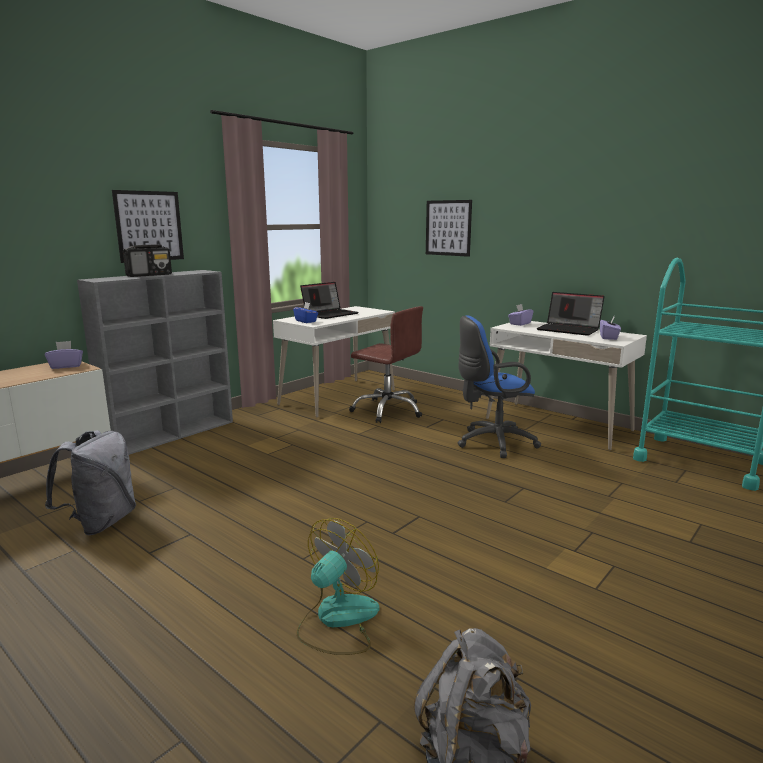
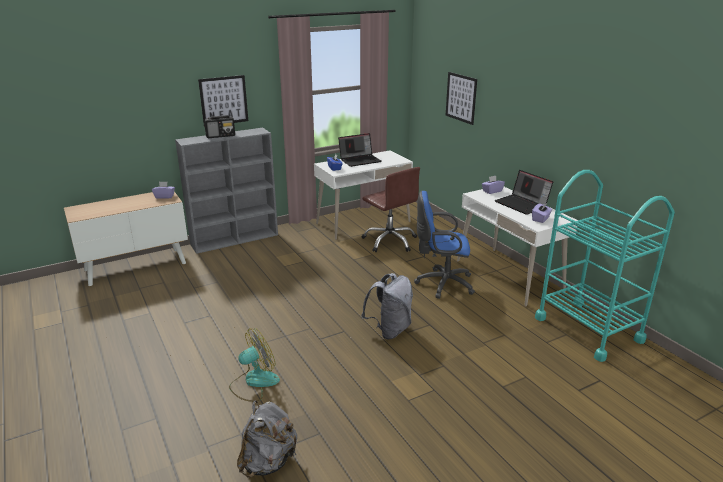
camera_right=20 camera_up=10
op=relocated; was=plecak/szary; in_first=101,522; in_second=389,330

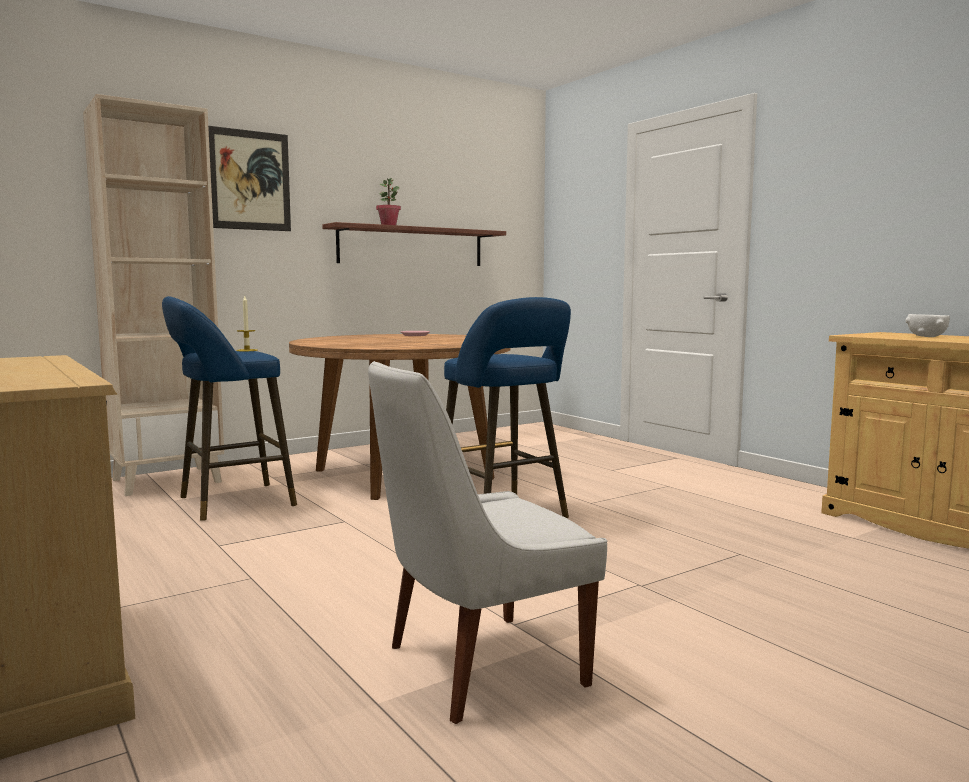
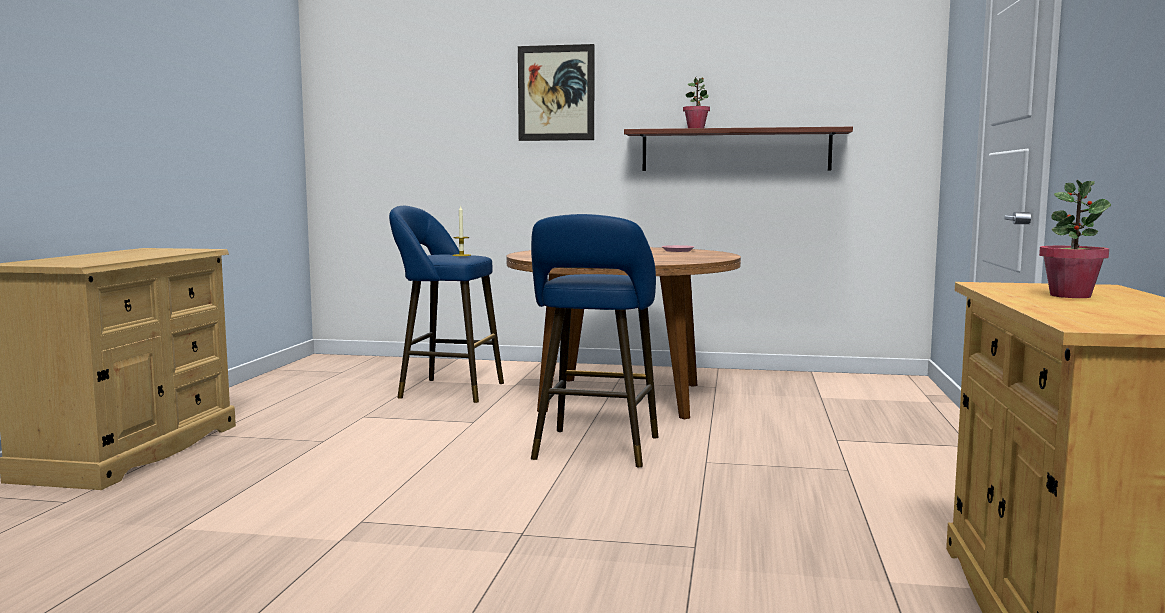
camera_right=45 camera_up=0
op=missing; was=regał/beżowy; in_first=167,480
op=missing; was=krzesło/biały; in_first=477,667
op=exchanged; was=miska/biały; now=roślina doniczkowa; in_first=926,337; in_second=1070,296

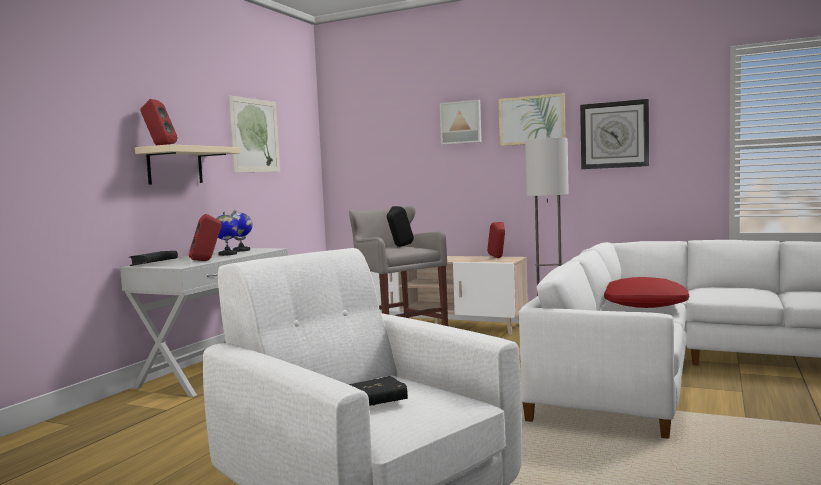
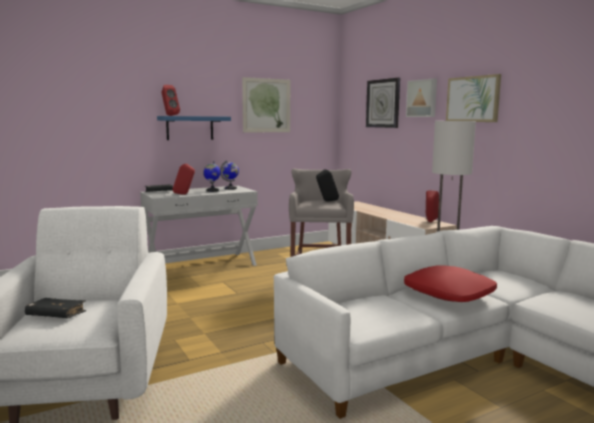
camera_right=35 camera_up=5
op=colour; was=półka/beżowy; now=półka/niebieski; in_first=175,166; in_second=190,128
op=relocated; was=zegar ścienny; in_first=614,135; in_second=383,103

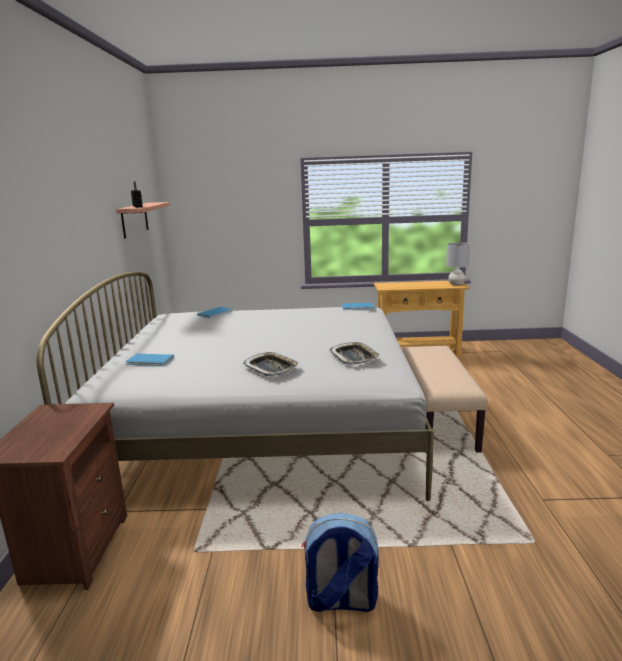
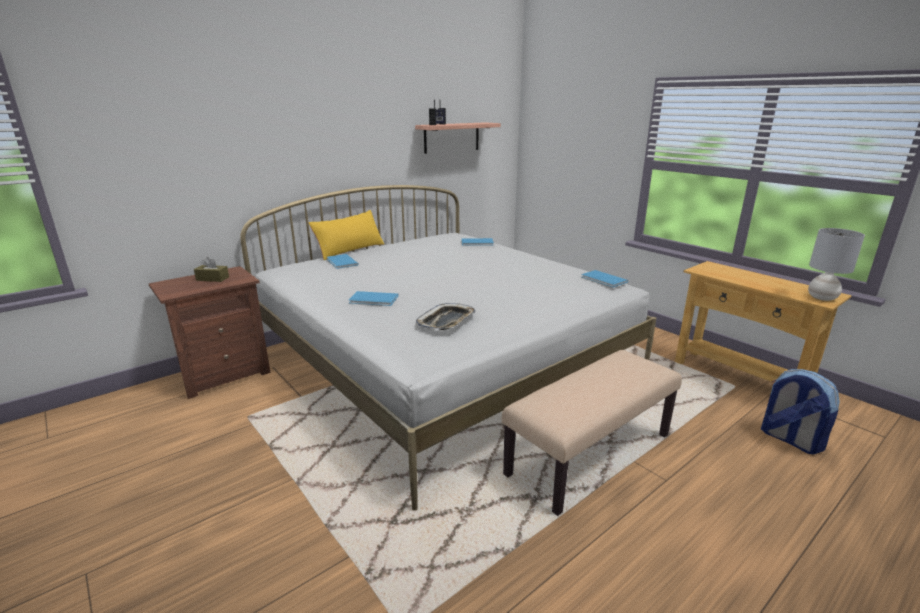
camera_right=50 camera_up=5
op=exchanged; was=taca; now=książka/niebieski; in_first=271,368; in_second=374,300
op=relocated; was=plecak; in_first=341,601; in_second=789,439
op=appeared; now=pudełko chusteczek/brązowy; in_second=212,279
op=appeared; now=poduszka/żółty; in_second=350,250

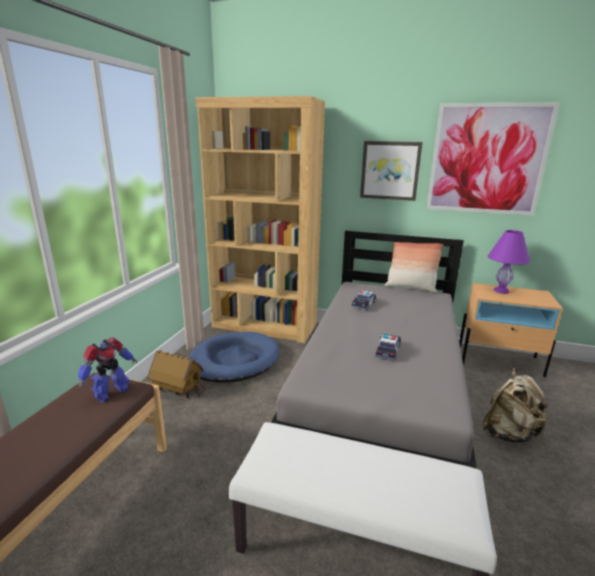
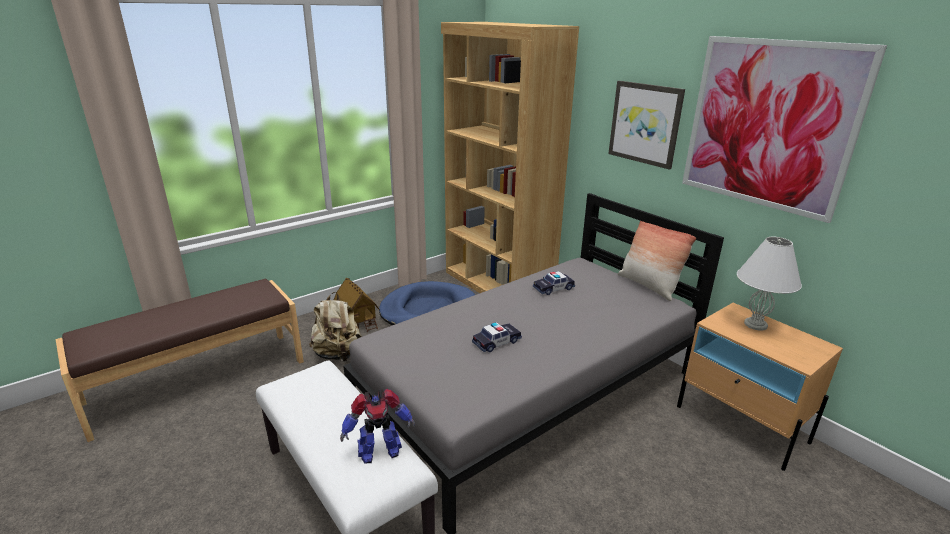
camera_right=35 camera_up=5
op=relocated; was=robot zabawkowy; in_first=110,393; in_second=379,451
op=relocated; was=plecak/beżowy; in_first=508,433; in_second=338,354
op=colour; was=lampa stołowa/fioletowy; now=lampa stołowa/biały; in_first=501,291; in_second=756,324

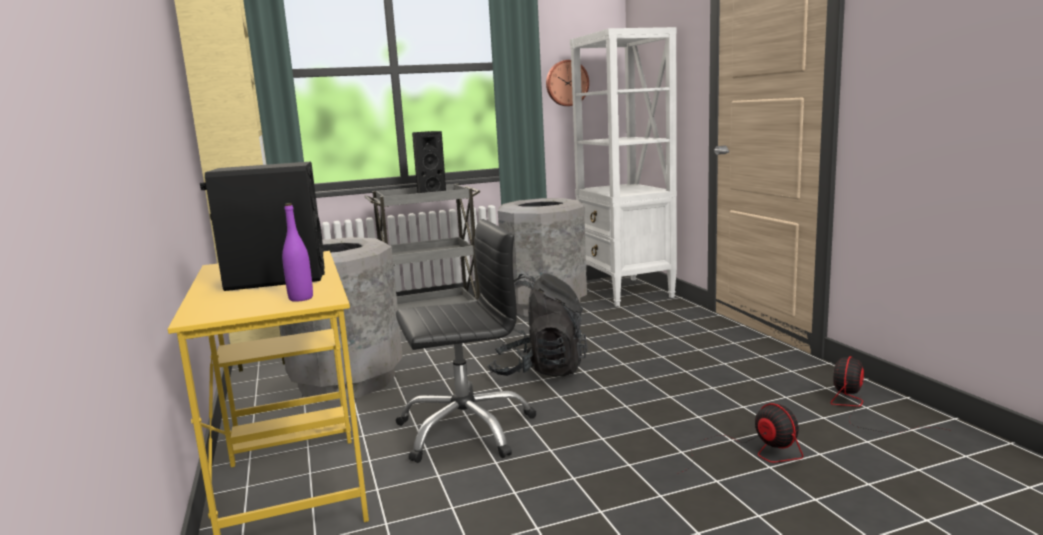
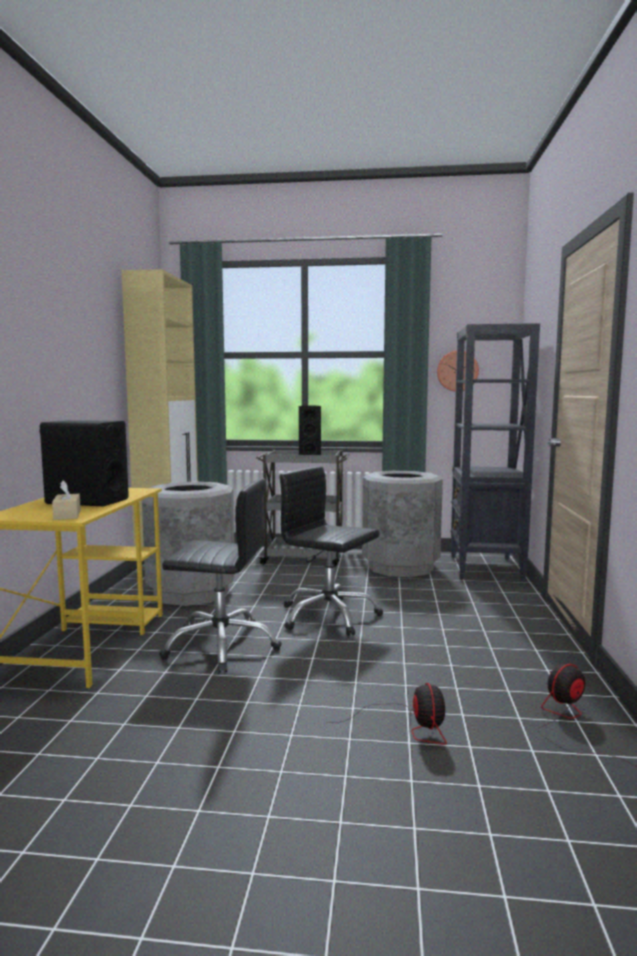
camera_right=25 camera_up=-5
op=exchanged; was=butelka/fioletowy; now=pudełko chusteczek/beżowy; in_first=301,298; in_second=67,515
op=exchanged; was=plecak/czarny; now=krzesło biurowe/czarny; in_first=539,370; in_second=328,616
op=colour; was=regał/biały; now=regał/czarny; in_first=626,292; in_second=485,568

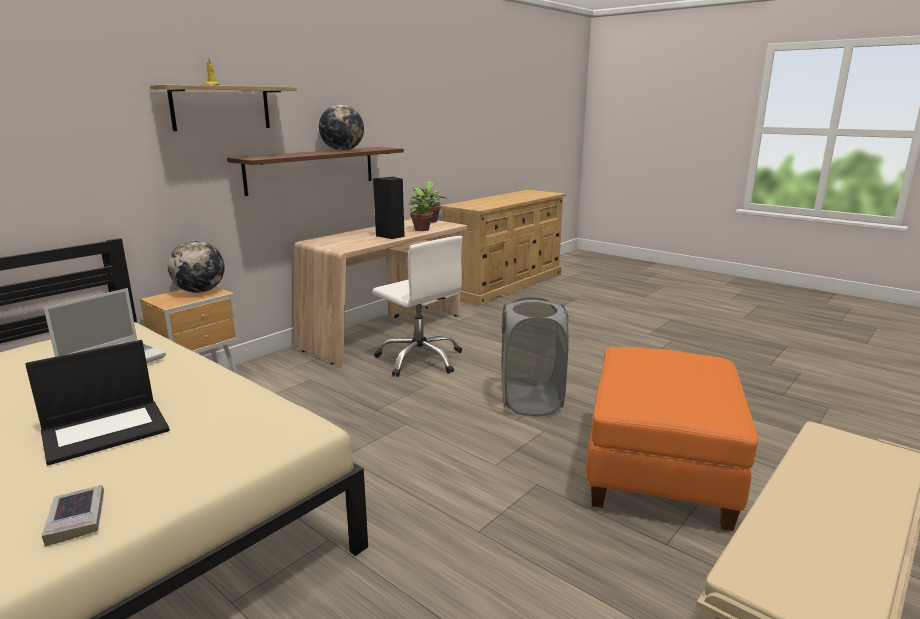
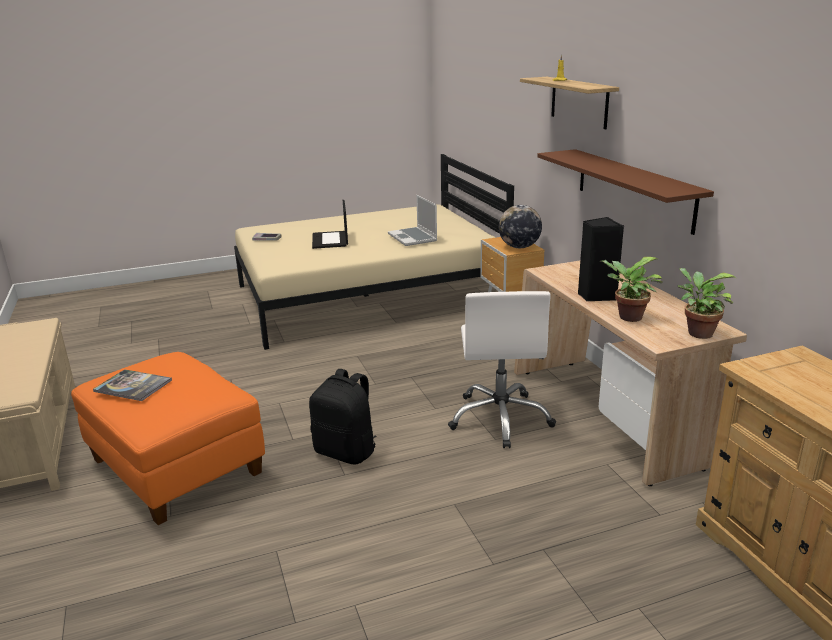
camera_right=120 camera_up=5
op=missing; was=globus; in_first=342,150
op=spun; was=krzesło biurowe/biały; in_first=420,359; in_second=500,418; clockwise=-75
op=exchanged; was=kosz na pranie/szary; now=plecak/czarny; in_first=530,401; in_second=346,452
op=appeared; now=książka; in_second=133,386

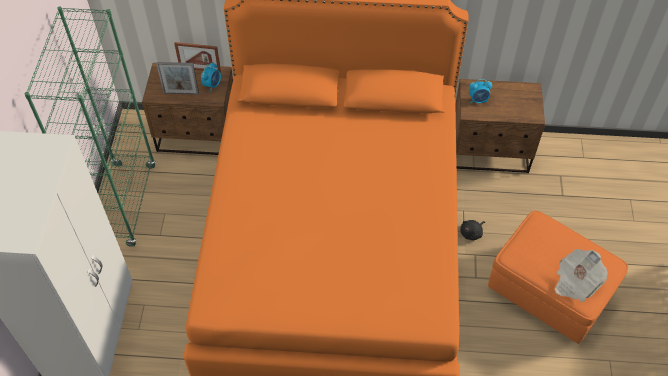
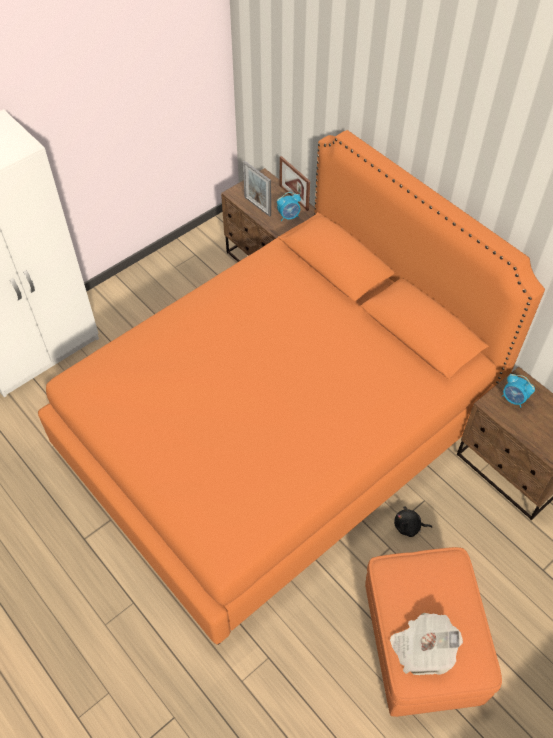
camera_right=45 camera_up=0
op=missing; was=regał/zielony; in_first=124,204

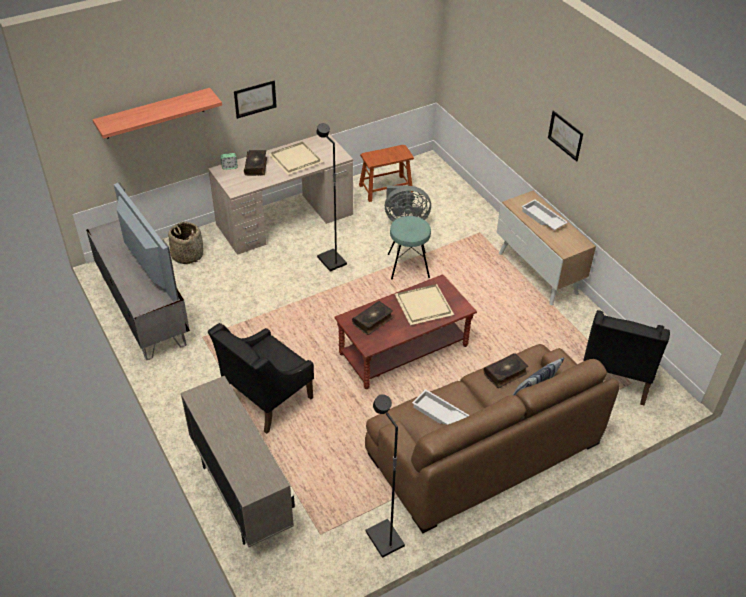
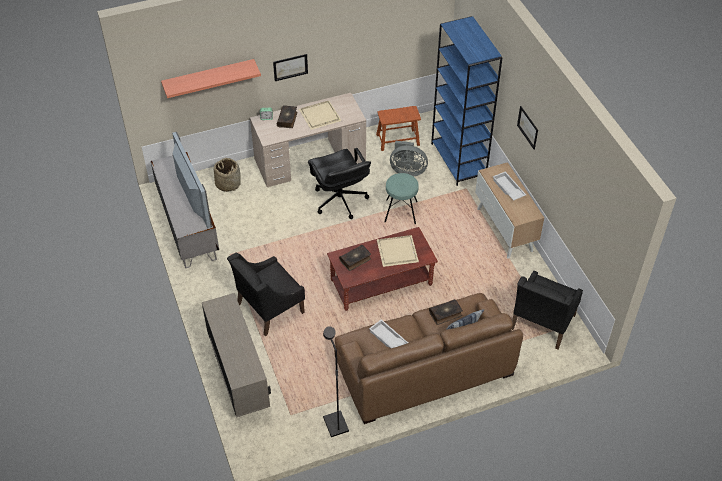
camera_right=10 camera_up=5
op=exchanged; was=lampa stojąca/czarny; now=krzesło biurowe/czarny; in_first=331,261; in_second=339,201
op=appeared; now=regał/niebieski; in_second=459,160

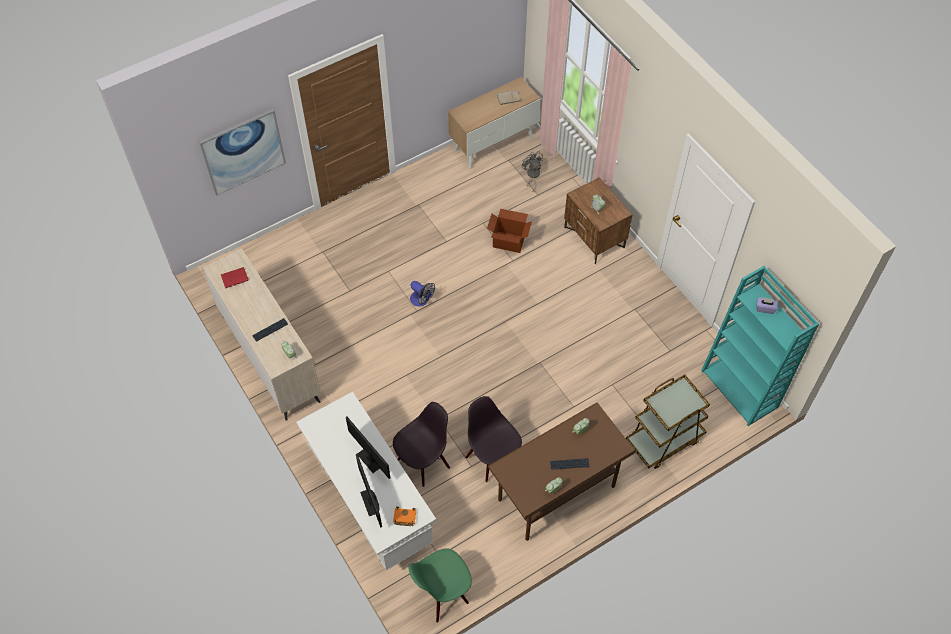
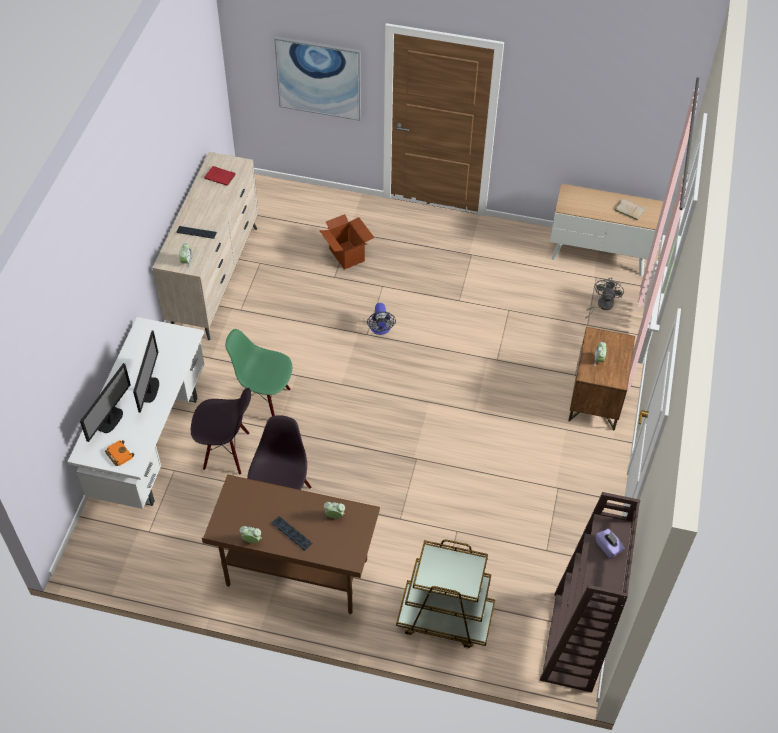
camera_right=45 camera_up=-5
op=relocated; was=krzesło/zielony; in_first=442,594; in_second=265,401
op=relocated; was=karton; in_first=508,241; in_second=347,255
op=colour; was=regał/turkusowy; now=regał/brązowy; in_first=740,389; in_second=573,642

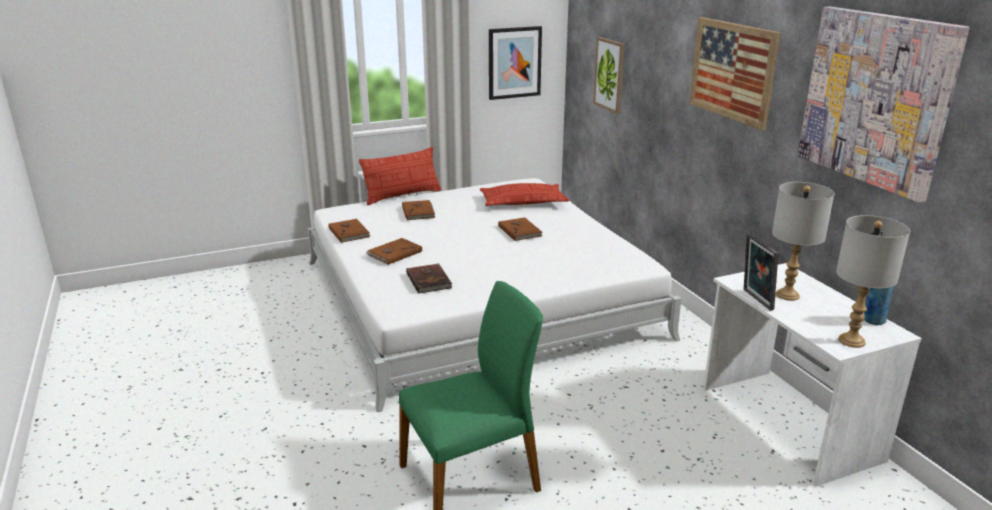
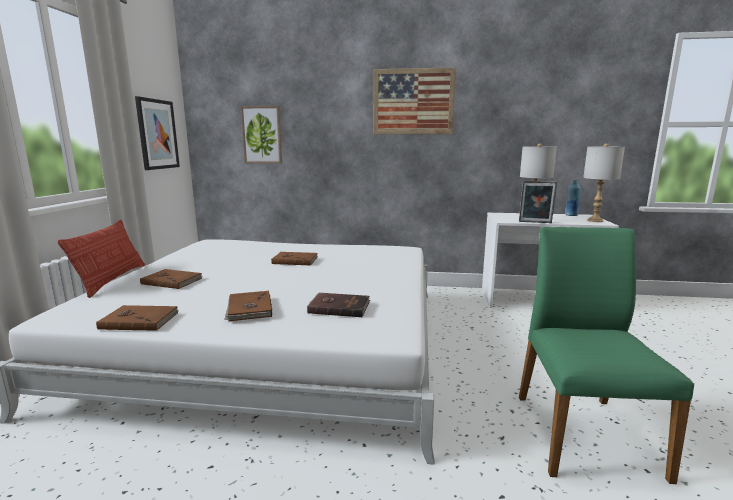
camera_right=-60 camera_up=-10
op=missing; was=poduszka; in_first=523,201
op=missing; was=obraz; in_first=876,99

